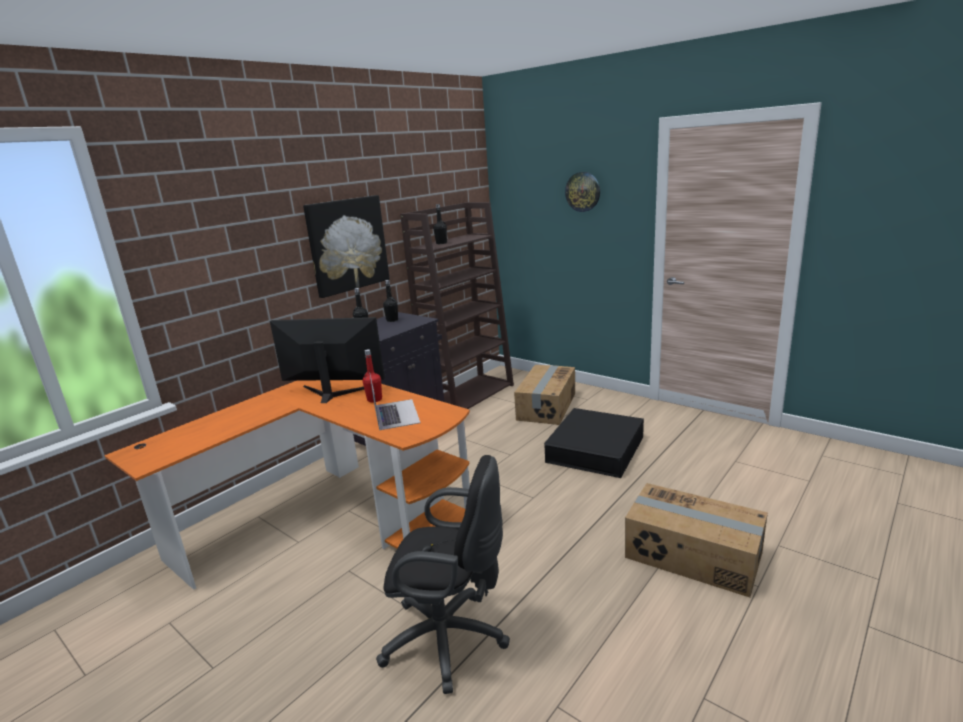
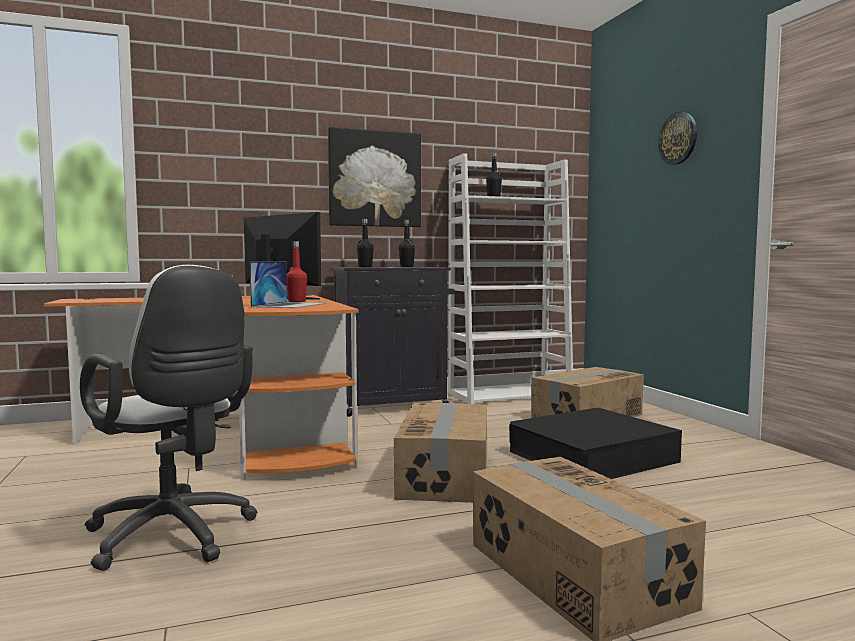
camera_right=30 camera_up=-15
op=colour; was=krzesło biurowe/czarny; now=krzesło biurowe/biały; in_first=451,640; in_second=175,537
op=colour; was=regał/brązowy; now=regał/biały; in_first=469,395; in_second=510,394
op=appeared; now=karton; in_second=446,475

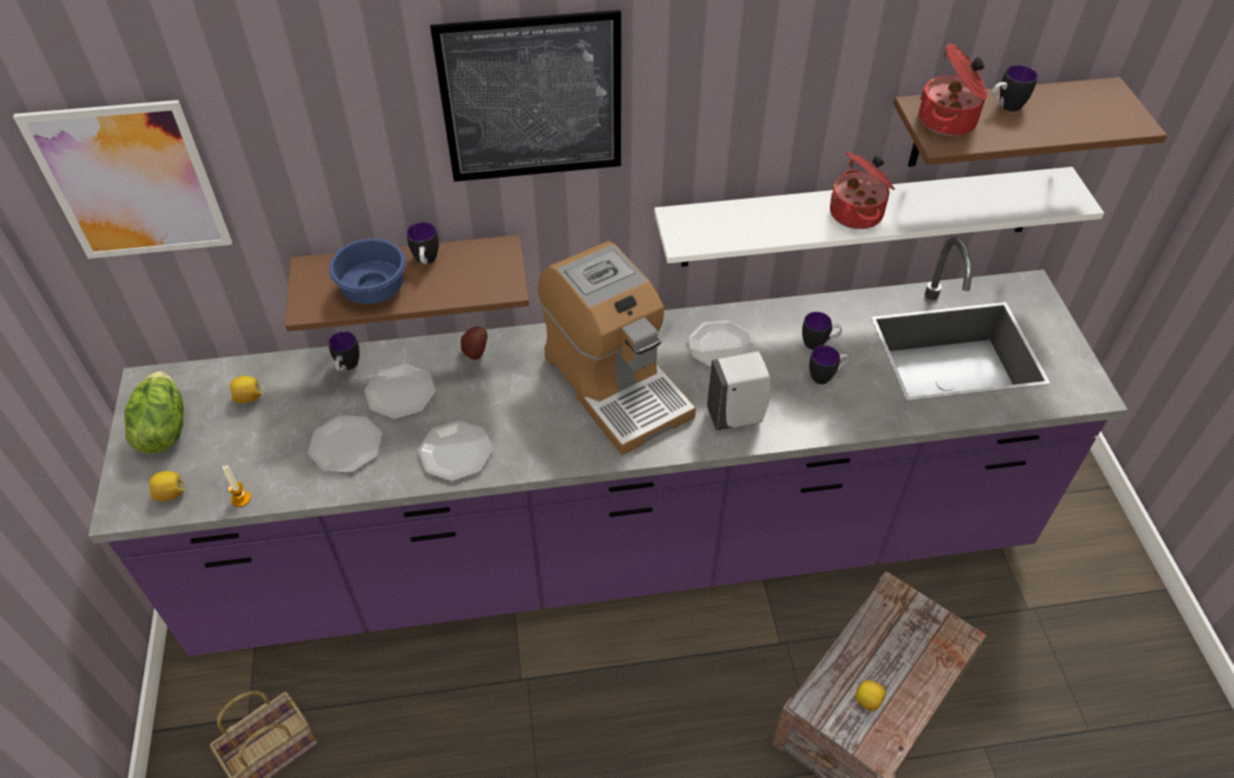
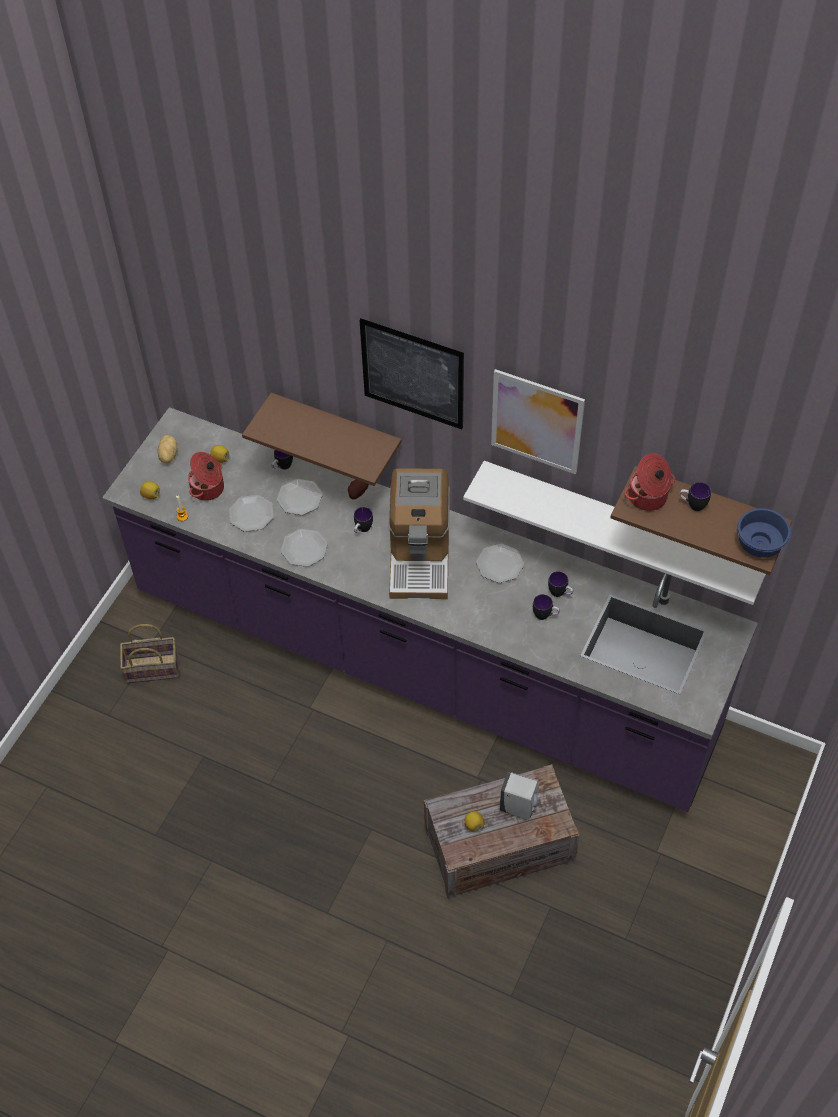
camera_right=35 camera_up=5
op=relocated; was=obraz; in_first=131,182; in_second=536,421
op=exchanged; was=sałata; now=ziemniak; in_first=162,429; in_second=167,455
op=relocated; was=miska/niebieski; in_first=371,288; in_second=758,542
op=relocated; was=kubek; in_first=426,262; in_second=362,530
op=relocated; was=dozownik mydła/biały; in_first=737,416; in_second=519,808
op=relocated; was=garnek; in_first=858,213; in_second=208,489

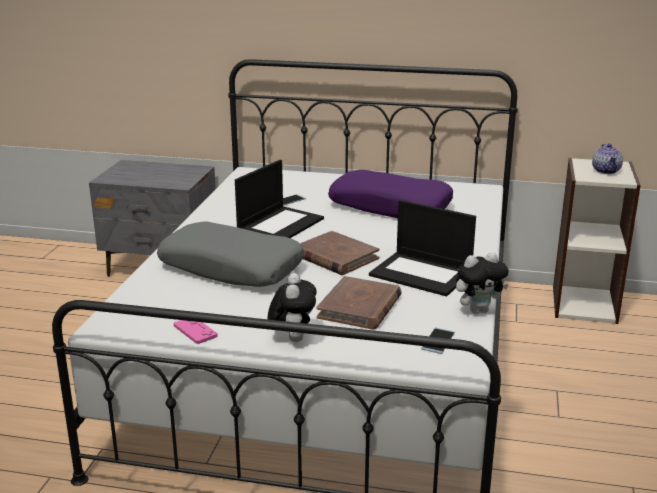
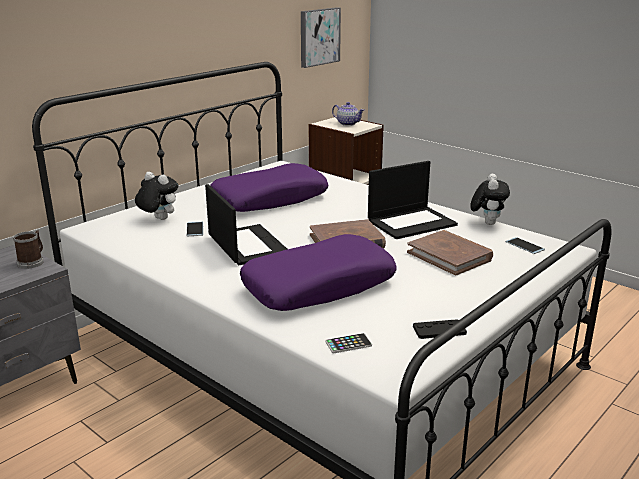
camera_right=-60 camera_up=0
op=colour; was=poduszka/szary; now=poduszka/fioletowy; in_first=232,268; in_second=319,286
op=colour; was=pad do gier/różowy; now=pad do gier/czarny; in_first=195,331; in_second=439,330
op=relocated; was=pluszak; in_first=293,338; in_second=158,219
op=appeared; now=kubek; in_second=32,262
op=appeared; now=obraz; in_second=319,37
op=appeared; now=telefon; in_second=348,344

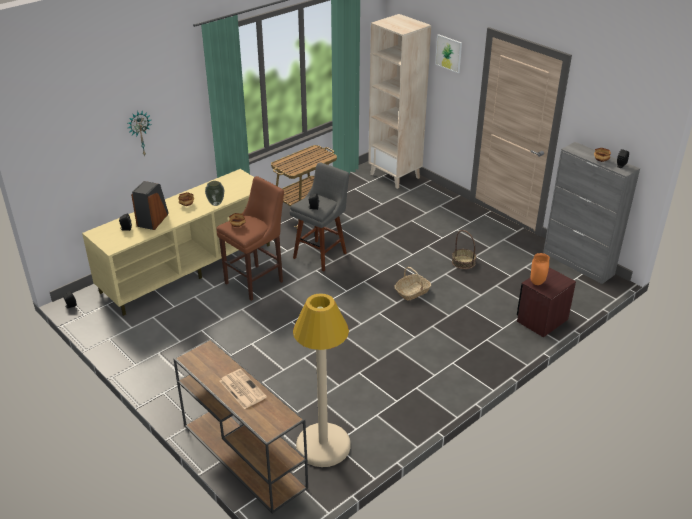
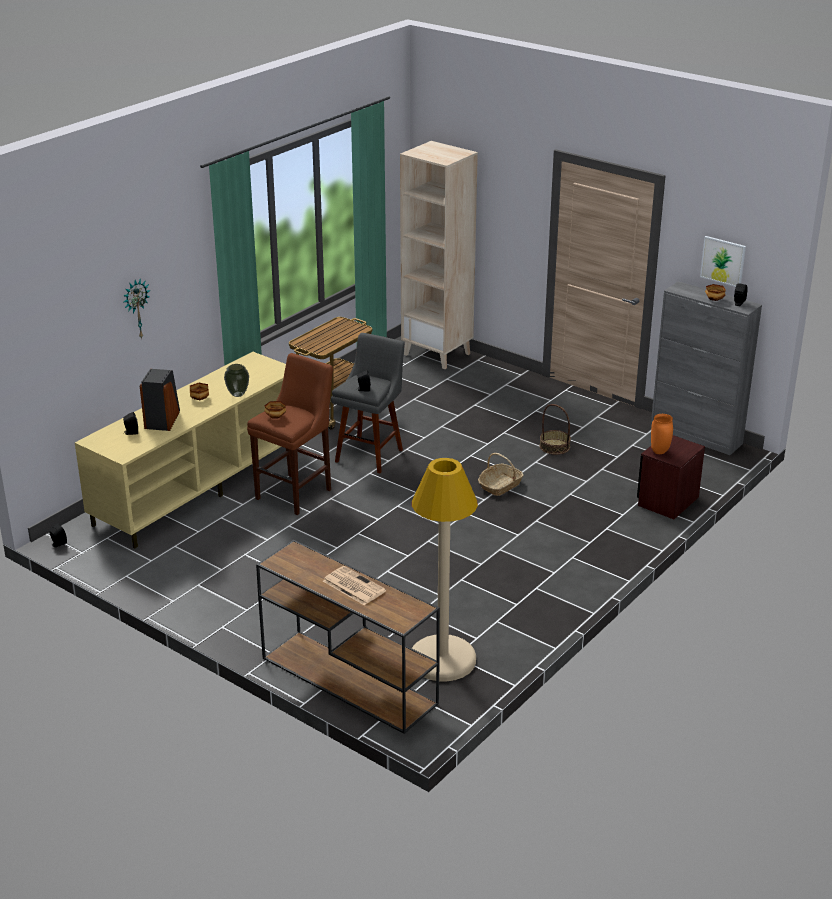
camera_right=-10 camera_up=-5
op=relocated; was=obraz; in_first=448,53; in_second=723,261

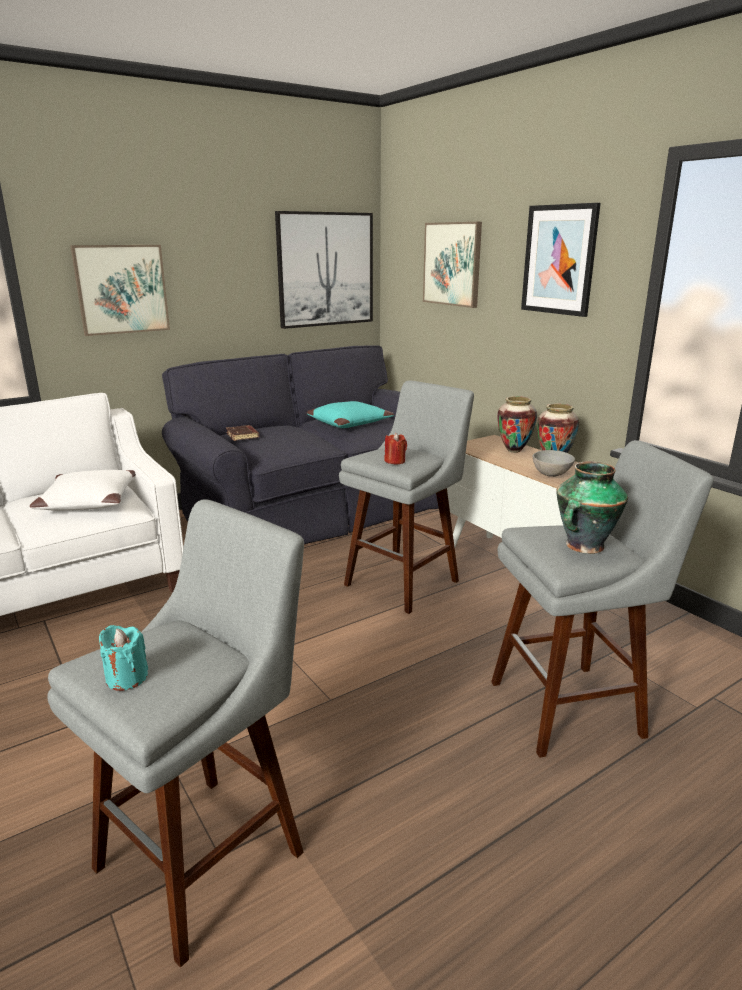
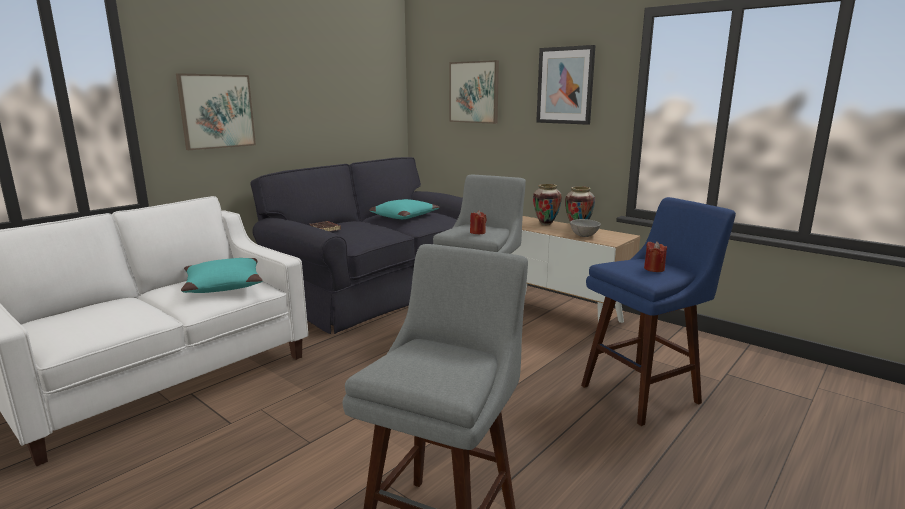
camera_right=-15 camera_up=-5
op=colour; was=poduszka/biały; now=poduszka/turkusowy; in_first=88,501; in_second=223,285
op=missing; was=świeca/turkusowy; in_first=127,678
op=missing; was=obraz; in_first=325,269
op=colour; was=stołek/szary; now=stołek/niebieski; in_first=572,707; in_second=644,392
op=exchanged; was=wazon; now=świeca/czerwony; in_first=583,546; in_second=654,269

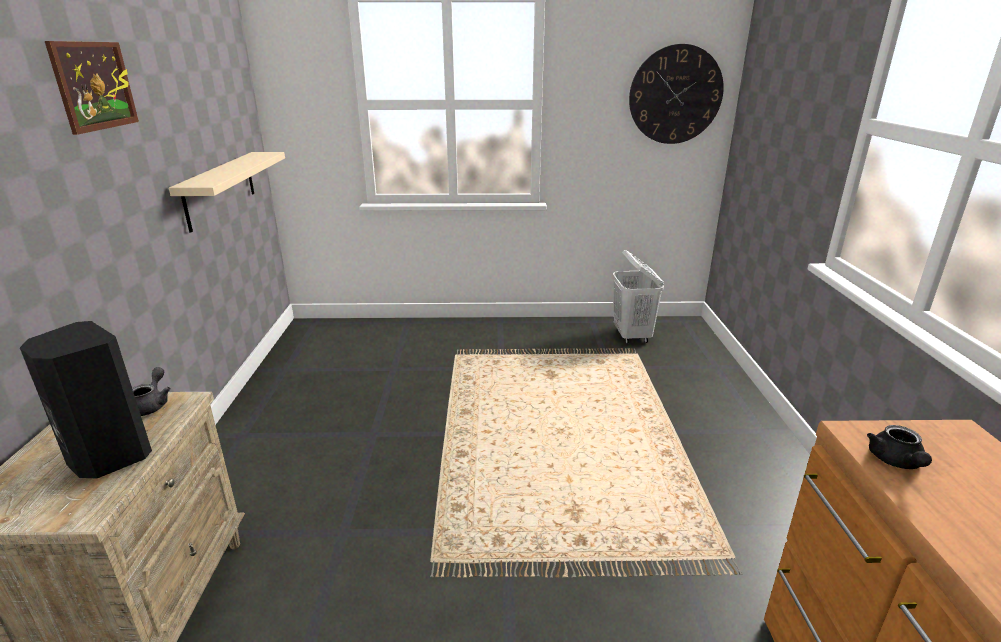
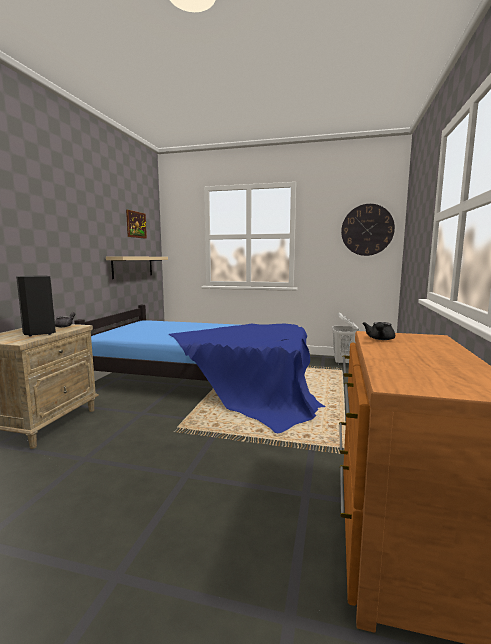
camera_right=15 camera_up=-15
op=relocated; was=obraz; in_first=94,85; in_second=136,224
op=appeared; now=łóżko; in_second=209,381

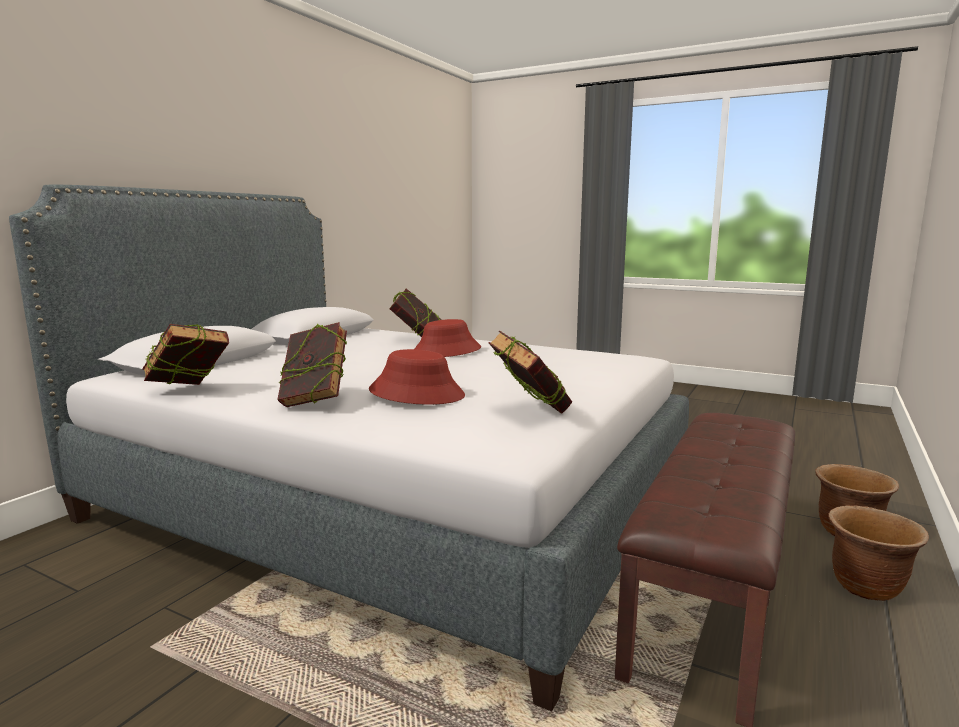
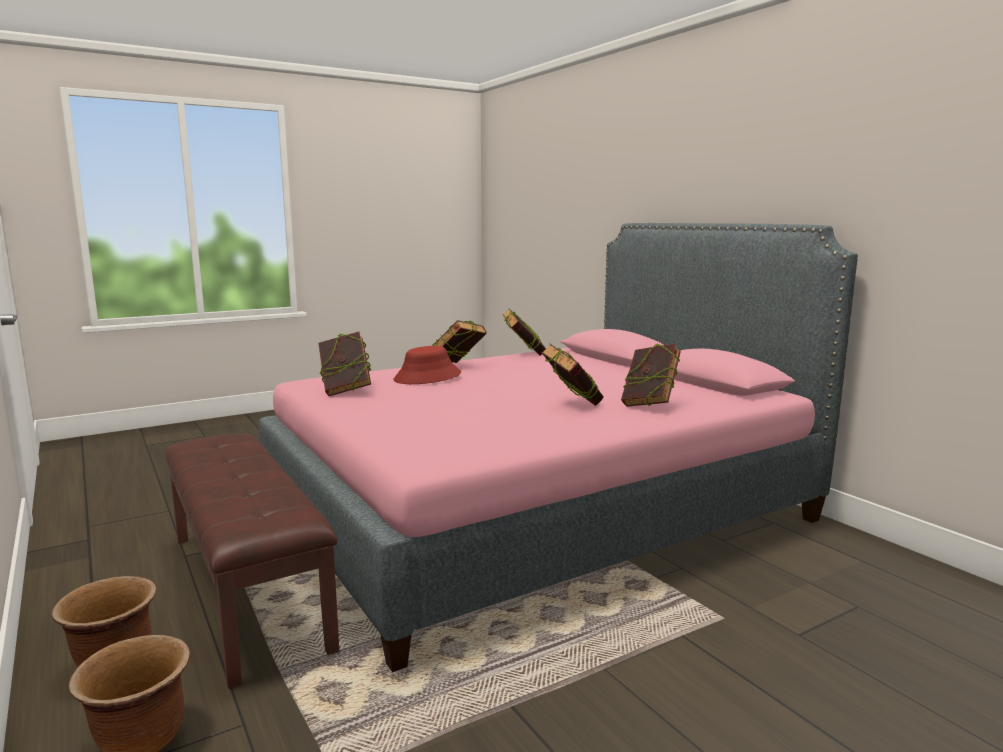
camera_right=120 camera_up=0
op=colour; was=łóżko/szary; now=łóżko/różowy; in_first=387,503; in_second=539,511
op=exchanged; was=kapelusz/czerwony; now=książka; in_first=447,351; in_second=571,405

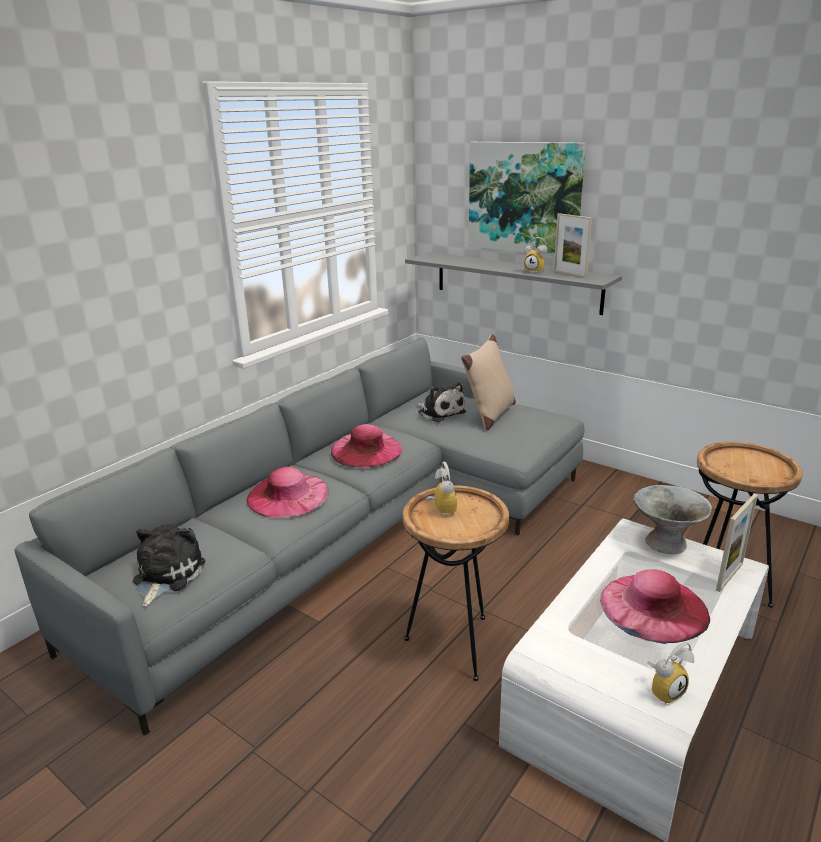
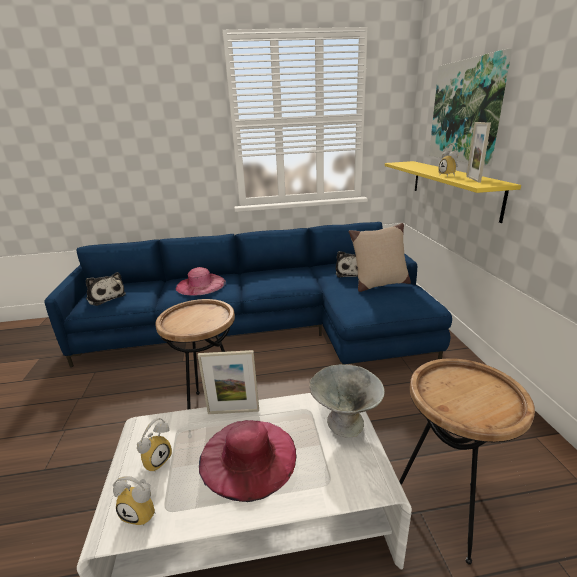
camera_right=45 camera_up=0
op=colour; was=kanapa/szary; now=kanapa/niebieski; in_first=358,531; in_second=265,328
op=spun; was=pluszak; in_first=166,575; in_second=105,297; clockwise=75
op=missing; was=kapelusz/różowy; in_first=366,450
op=colour; was=półka/szary; now=półka/żółty; in_first=516,282; in_second=453,187
op=relocated; was=budzik; in_first=440,510; in_second=156,459
op=relocated; was=ramka na zdjęcie; in_first=729,576; in_second=233,411

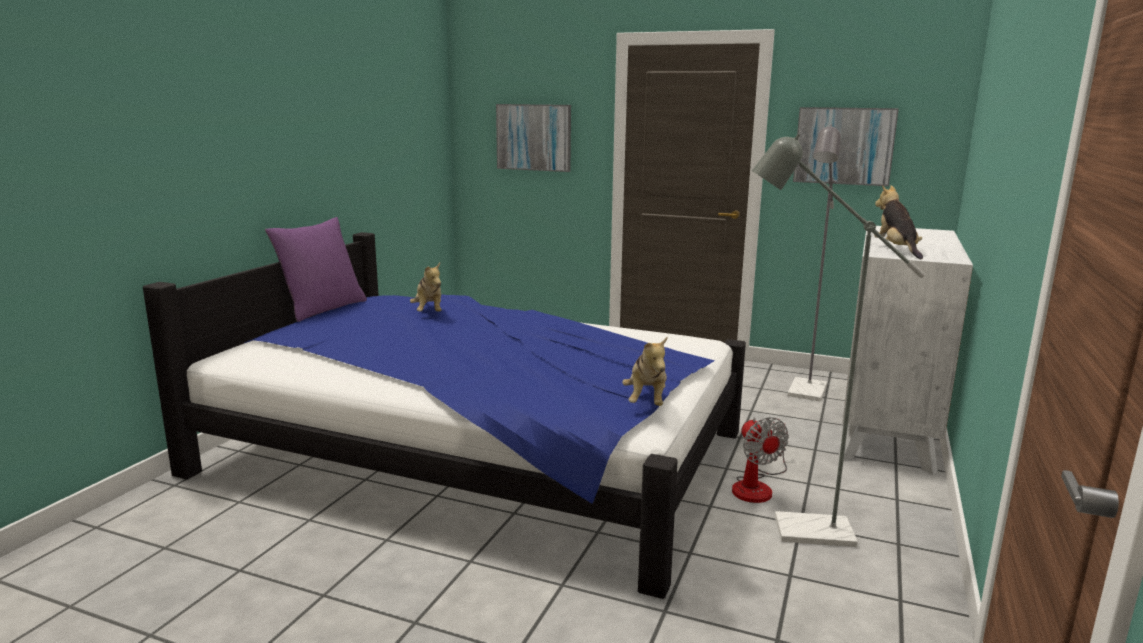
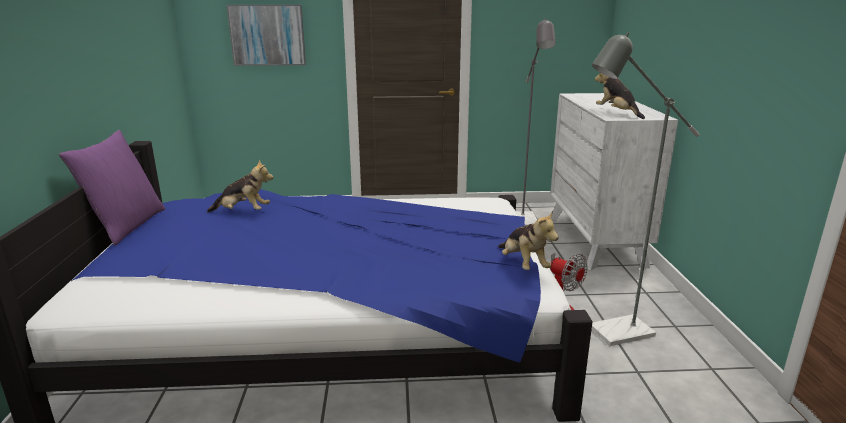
camera_right=-25 camera_up=5
op=spun; was=pluszak; in_first=429,312; in_second=243,212; clockwise=-45
op=missing; was=obraz; in_first=844,146

